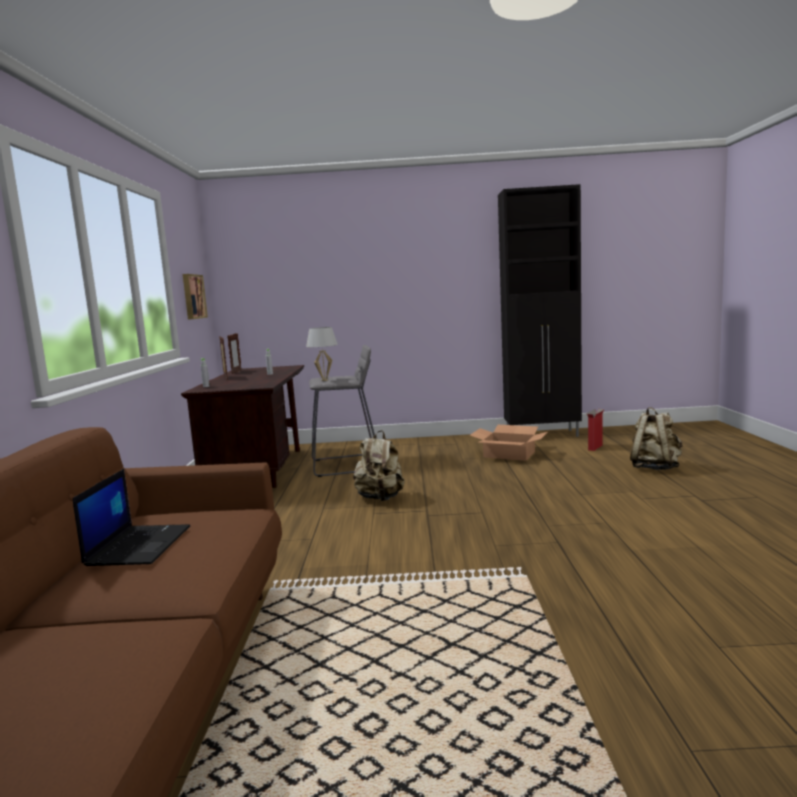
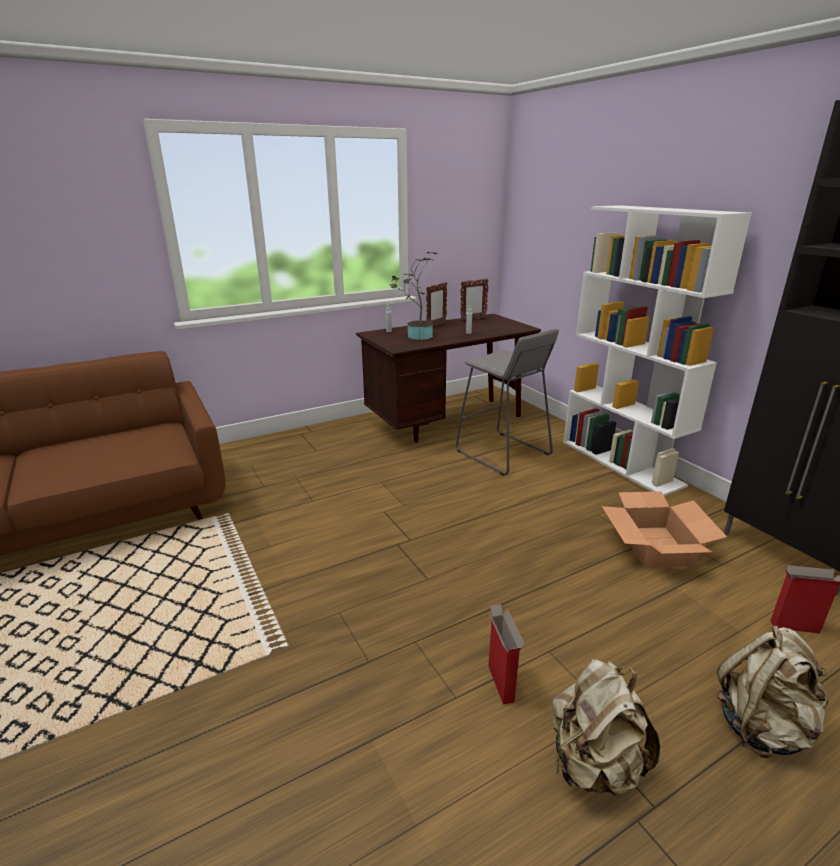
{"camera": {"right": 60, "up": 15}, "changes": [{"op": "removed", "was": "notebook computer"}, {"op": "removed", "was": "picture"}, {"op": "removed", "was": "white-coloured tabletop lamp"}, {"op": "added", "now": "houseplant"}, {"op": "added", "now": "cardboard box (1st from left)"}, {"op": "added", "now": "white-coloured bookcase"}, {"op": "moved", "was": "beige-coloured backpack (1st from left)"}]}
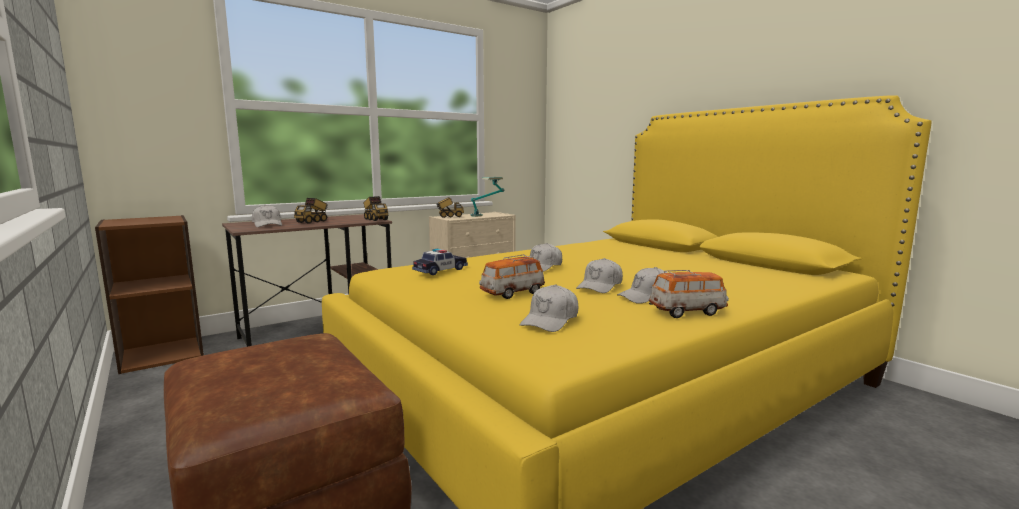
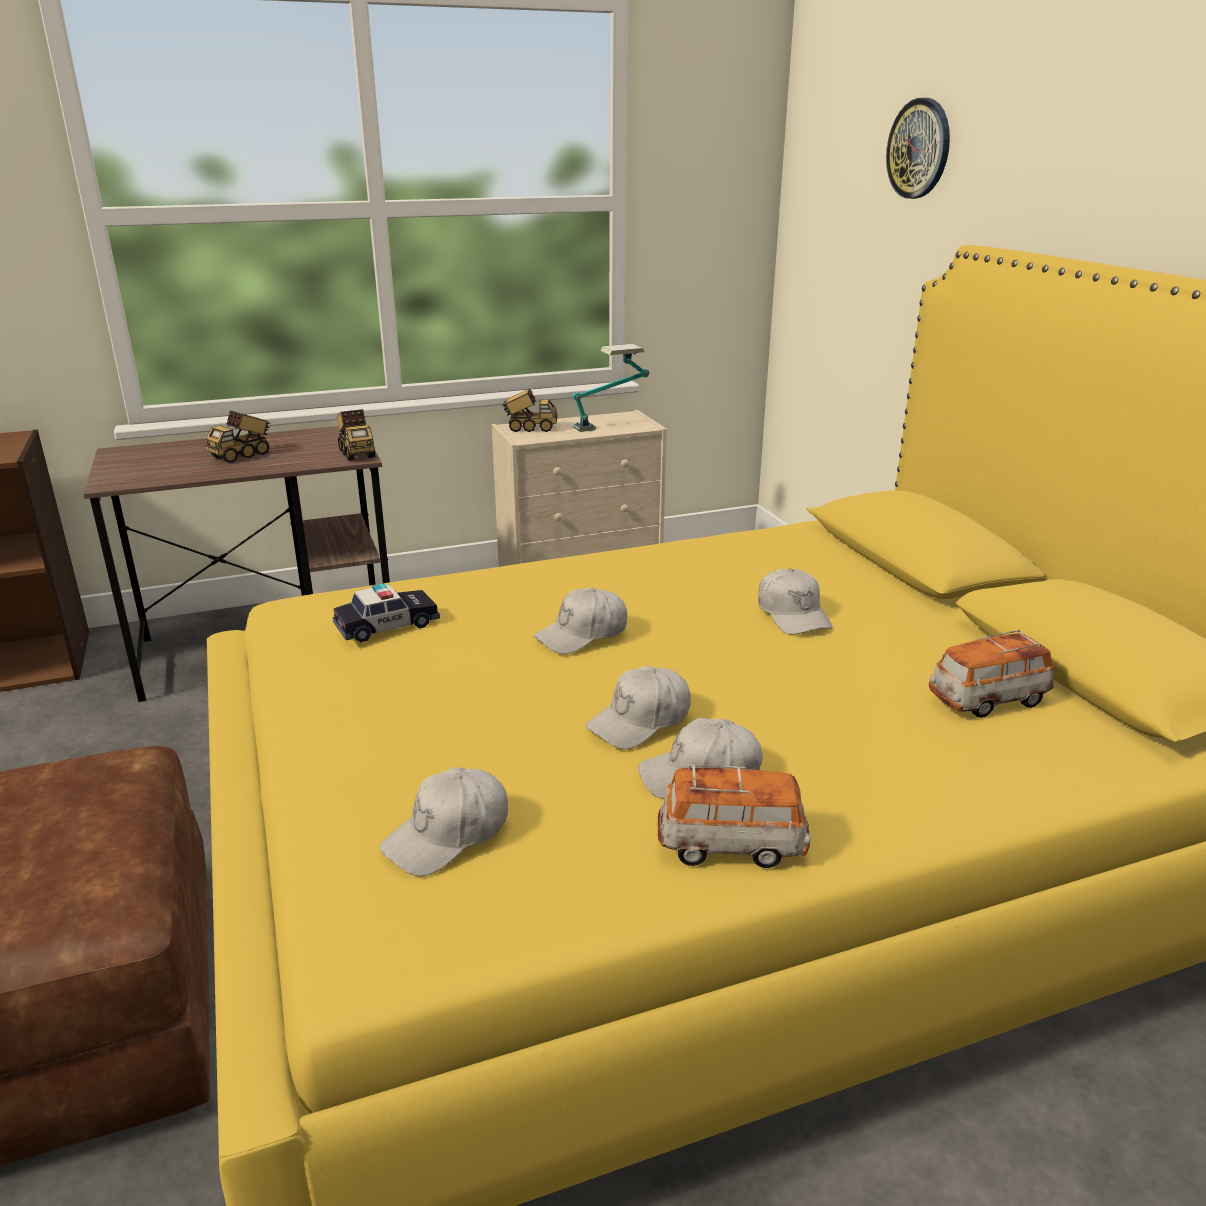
{"camera": {"right": 15, "up": 15}, "changes": [{"op": "added", "now": "hanging clock"}, {"op": "moved", "was": "white-coloured baseball cap (1st from left in the first image)", "now": "white-coloured baseball cap (5th from left)"}, {"op": "moved", "was": "toy car (2nd from left in the first image)", "now": "toy car (3rd from left)"}]}
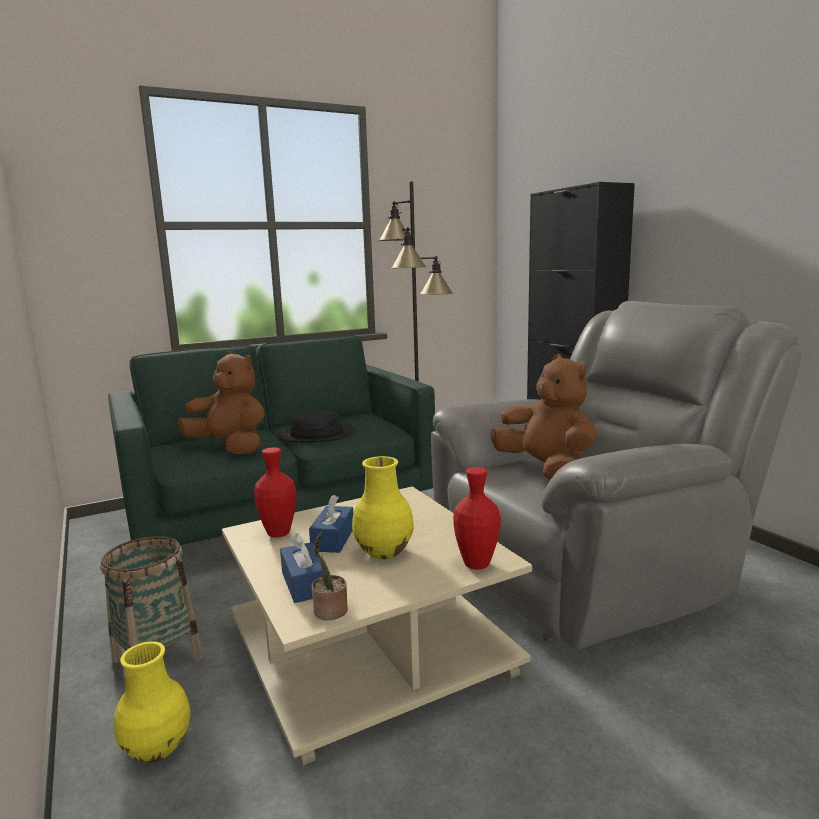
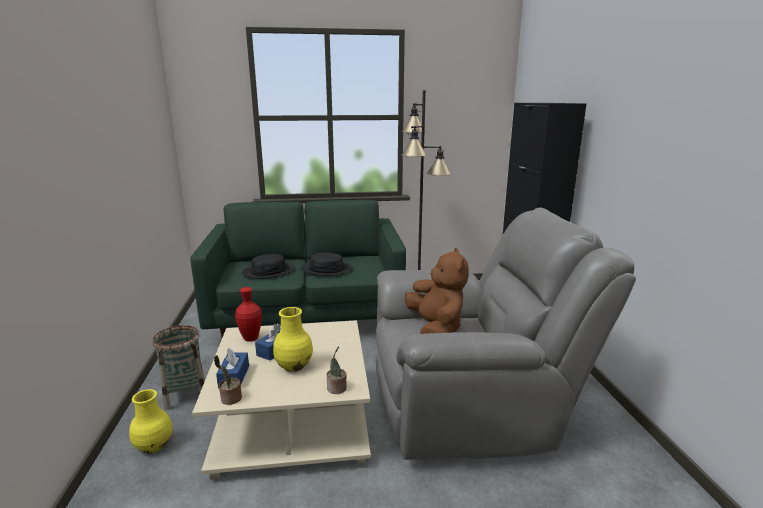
{"camera": {"right": 20, "up": 5}, "changes": [{"op": "replaced", "was": "brown-coloured plush toy (1st from left)", "now": "black-coloured hat (1st from left)"}, {"op": "replaced", "was": "reddish vase (2nd from left)", "now": "houseplant (2nd from left)"}]}
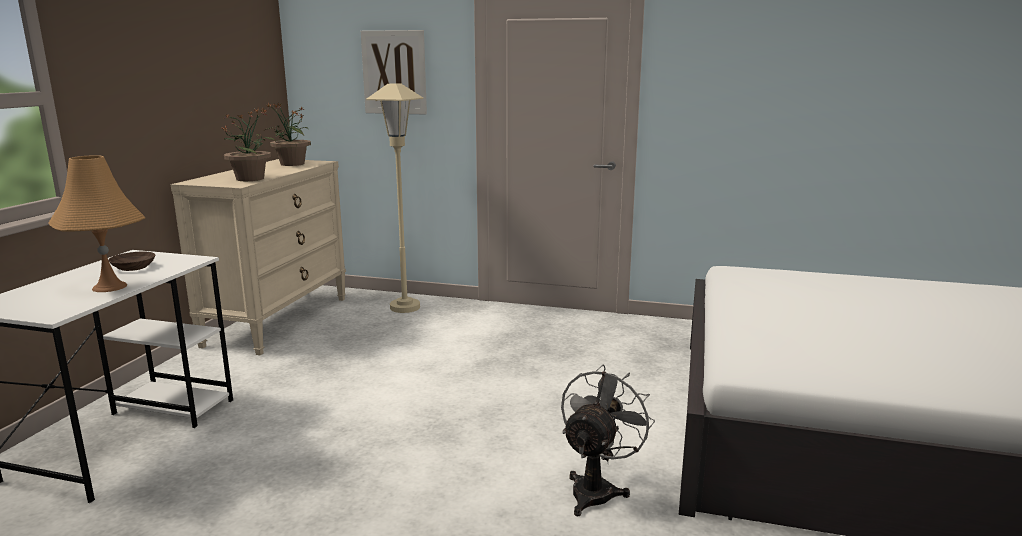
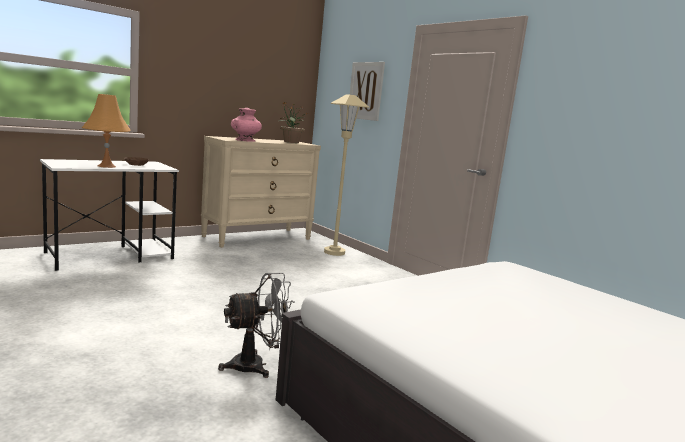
{"camera": {"right": 35, "up": -5}, "changes": [{"op": "replaced", "was": "houseplant (1st from left)", "now": "pinkish vase"}]}
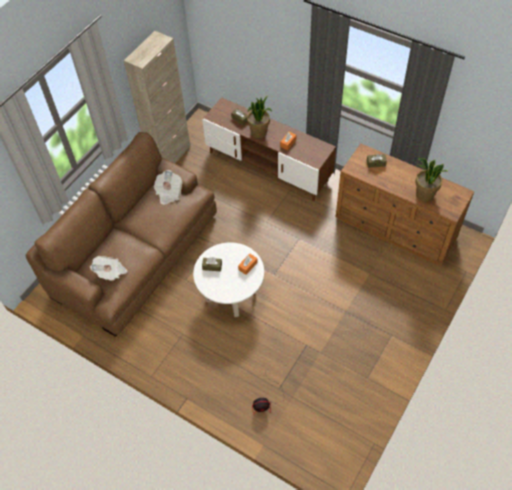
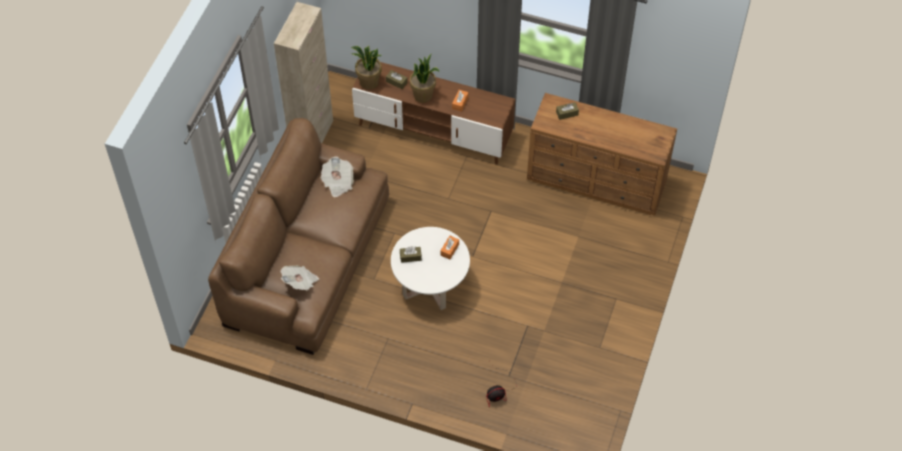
{"camera": {"right": -15, "up": 0}, "changes": [{"op": "moved", "was": "houseplant (2nd from left in the first image)", "now": "houseplant (1st from left)"}]}
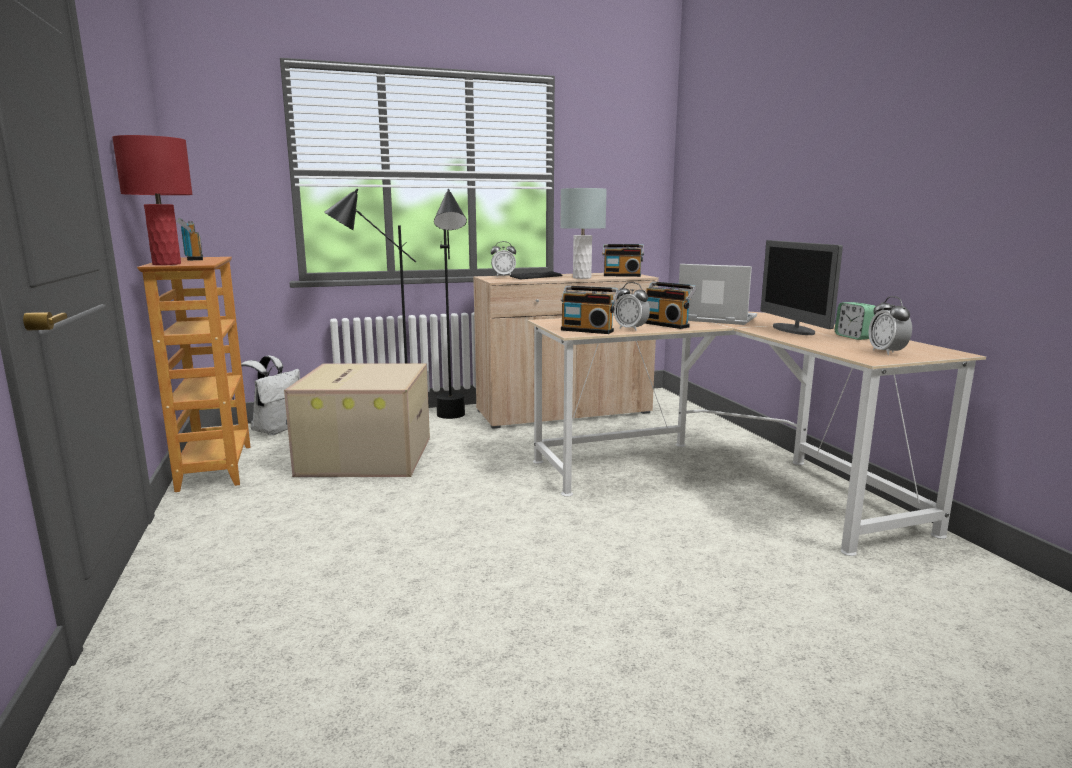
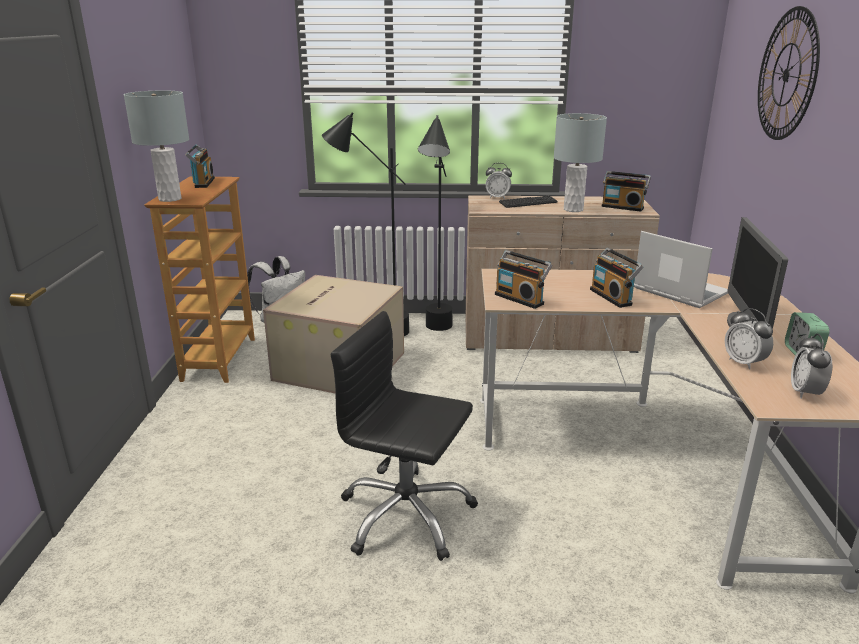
{"camera": {"right": 20, "up": 10}, "changes": [{"op": "added", "now": "black-coloured desk chair"}, {"op": "added", "now": "hanging clock"}, {"op": "moved", "was": "alarm clock (2nd from left)"}, {"op": "recoloured", "was": "reddish tabletop lamp", "now": "grey tabletop lamp (1st from left)"}]}
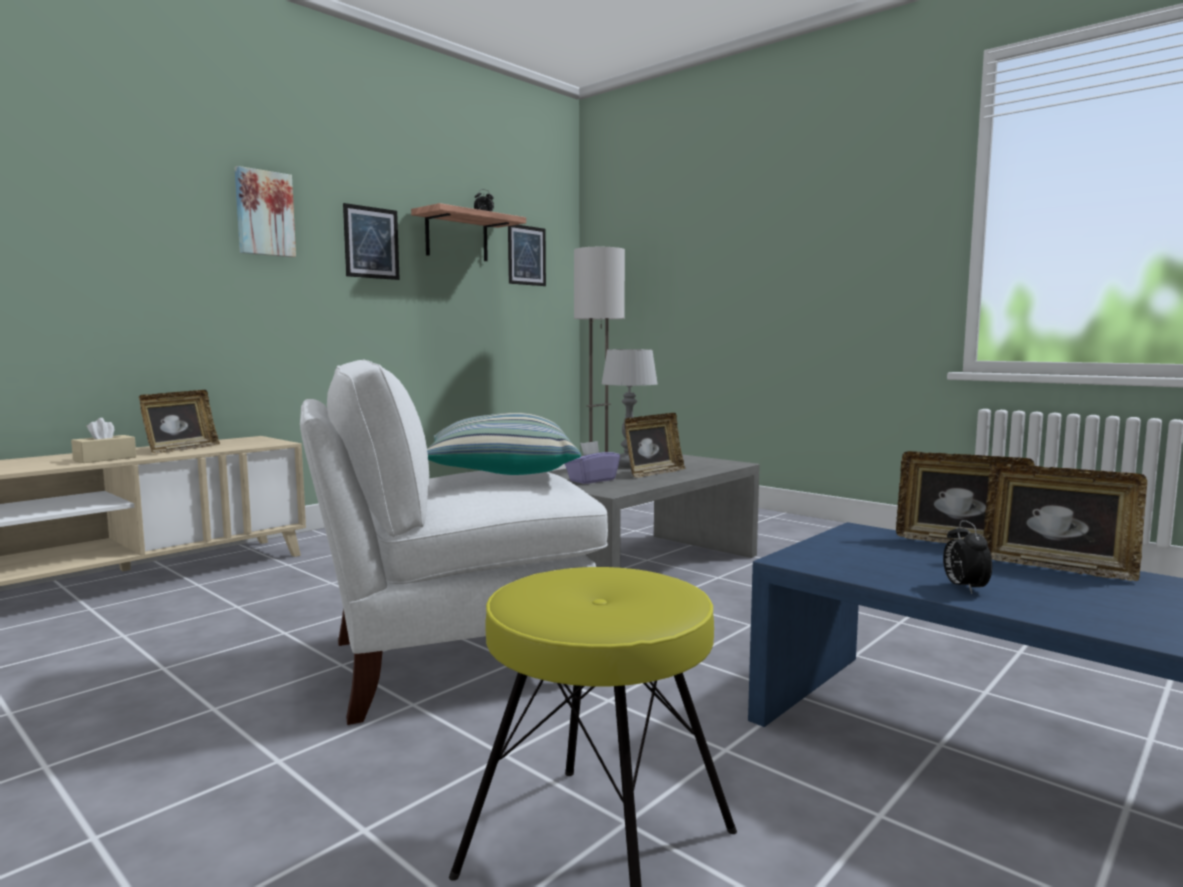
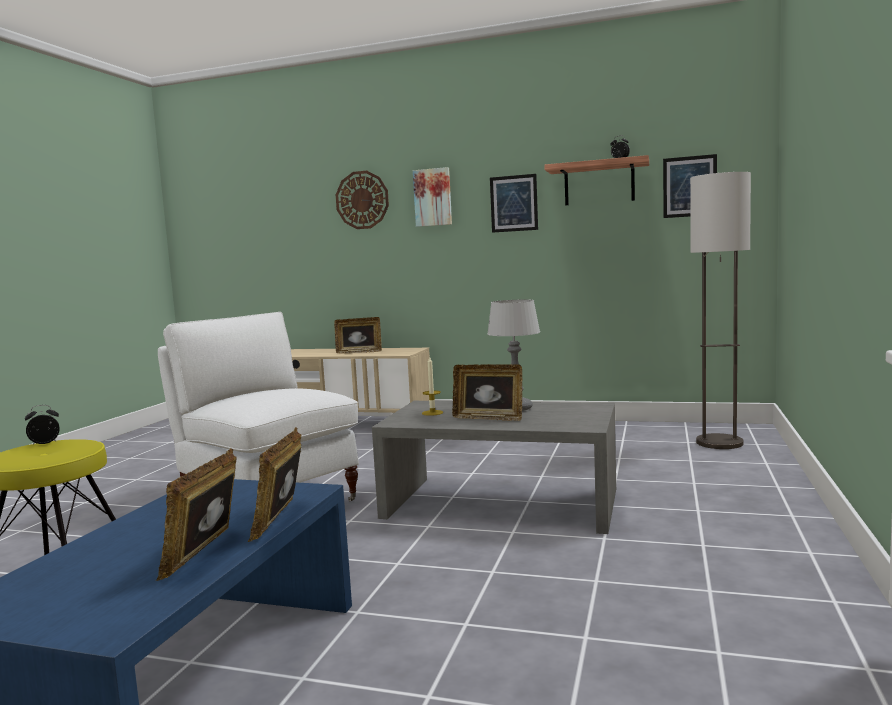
{"camera": {"right": 65, "up": 0}, "changes": [{"op": "removed", "was": "beige-coloured tissue box"}, {"op": "removed", "was": "throw pillow"}, {"op": "added", "now": "hanging clock"}, {"op": "moved", "was": "alarm clock (2nd from left in the first image)", "now": "alarm clock (1st from left)"}, {"op": "replaced", "was": "purple tissue box", "now": "wax candle"}]}
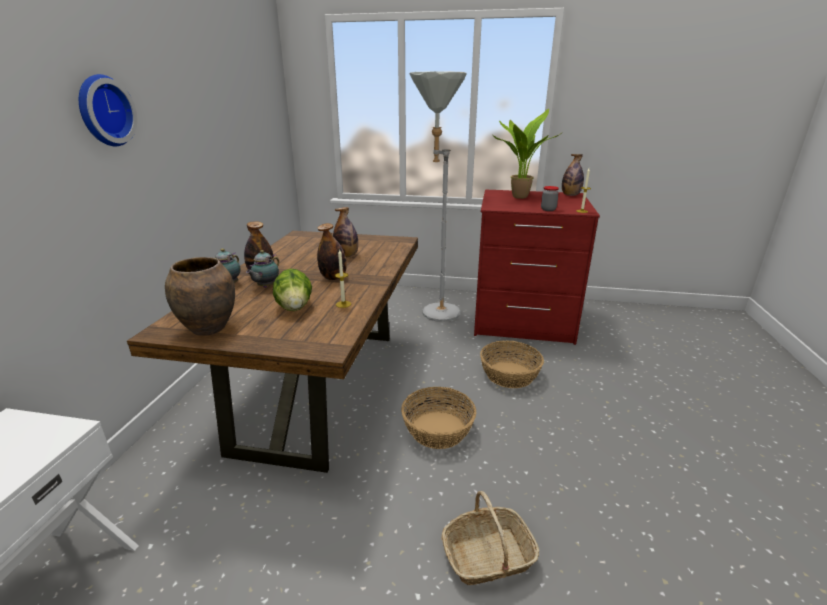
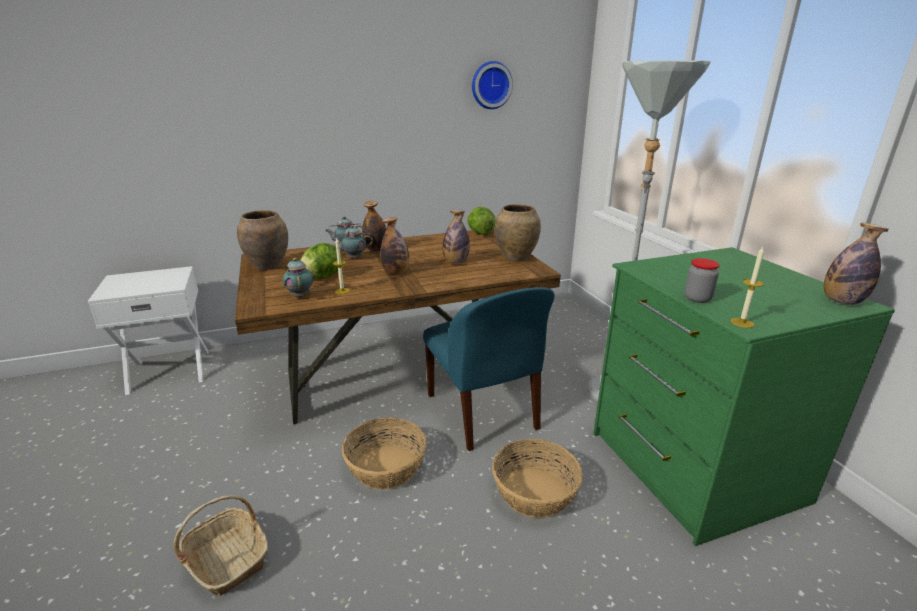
{"camera": {"right": 60, "up": 0}, "changes": [{"op": "removed", "was": "houseplant"}, {"op": "added", "now": "tea pot (1st from left)"}, {"op": "added", "now": "blue chair"}, {"op": "added", "now": "lettuce (2nd from left)"}, {"op": "added", "now": "brown-coloured vase (2nd from left)"}, {"op": "moved", "was": "hanging clock"}, {"op": "recoloured", "was": "reddish drawer chest", "now": "green drawer chest"}]}
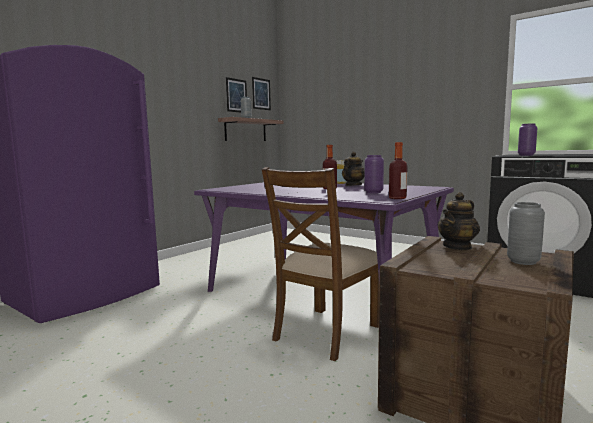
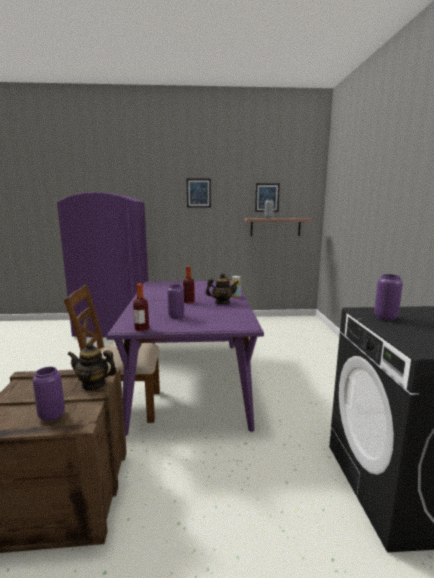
{"camera": {"right": 50, "up": 5}, "changes": [{"op": "moved", "was": "picture (2nd from left in the first image)", "now": "picture (1st from left)"}, {"op": "recoloured", "was": "grey vase (2nd from left)", "now": "purple vase (1st from left)"}]}
